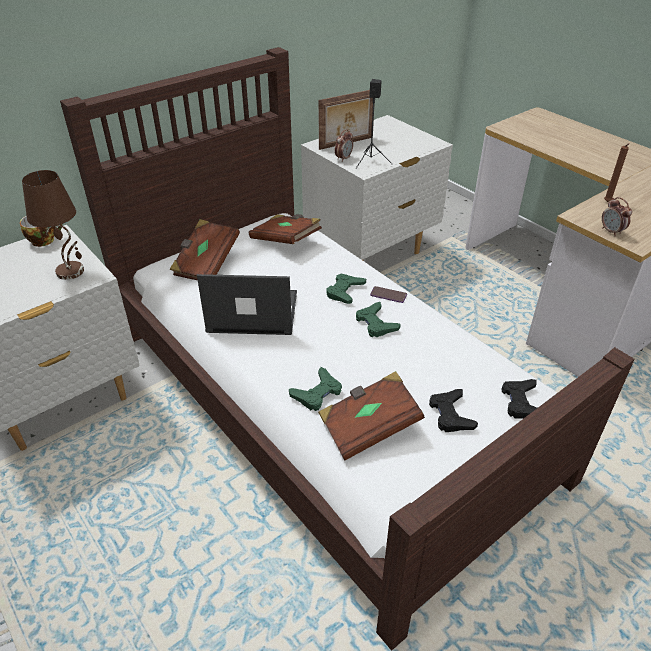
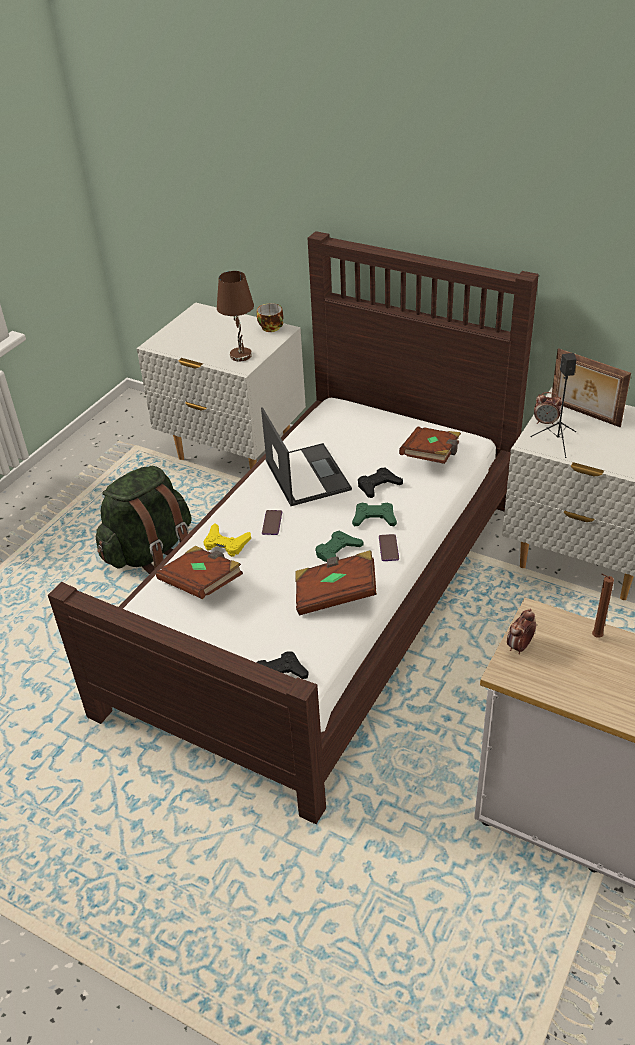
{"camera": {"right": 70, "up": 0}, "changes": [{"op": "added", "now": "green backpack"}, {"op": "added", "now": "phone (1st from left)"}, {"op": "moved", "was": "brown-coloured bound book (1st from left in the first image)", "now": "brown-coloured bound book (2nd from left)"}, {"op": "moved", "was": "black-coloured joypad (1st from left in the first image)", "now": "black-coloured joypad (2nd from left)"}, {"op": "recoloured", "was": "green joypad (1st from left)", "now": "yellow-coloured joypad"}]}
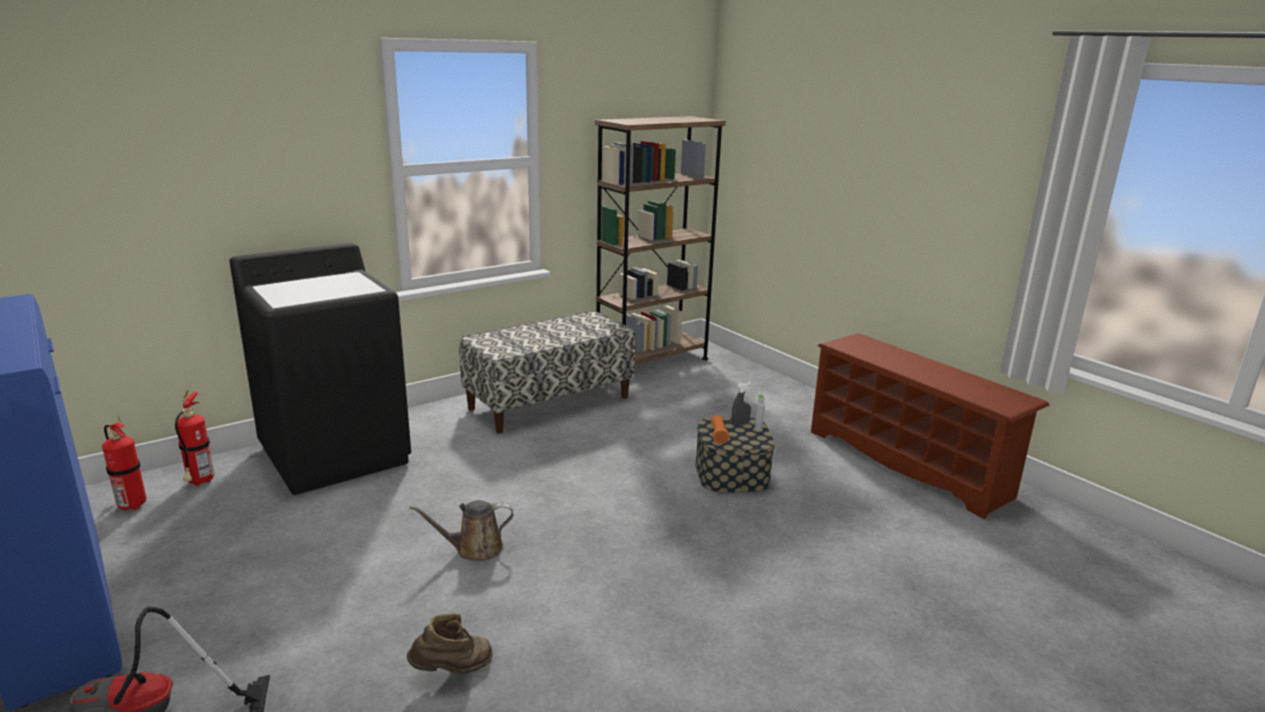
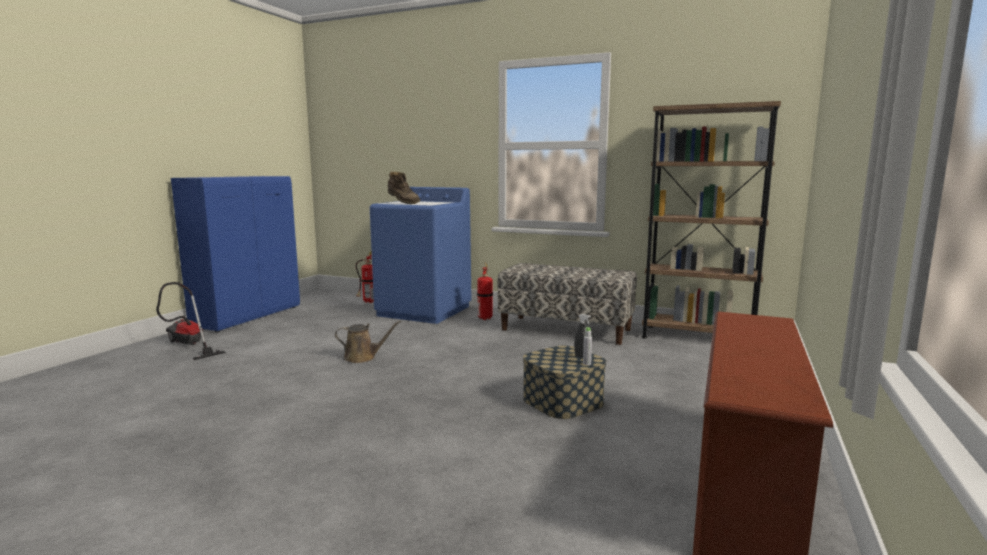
{"camera": {"right": 60, "up": -10}, "changes": [{"op": "removed", "was": "orangey torch"}, {"op": "moved", "was": "extinguisher (1st from left in the first image)", "now": "extinguisher (2nd from left)"}, {"op": "moved", "was": "brown-coloured high-top boot"}, {"op": "recoloured", "was": "black-coloured laundry machine", "now": "blue laundry machine"}, {"op": "turned", "was": "brown-coloured sprinkling can", "clockwise": 135}]}
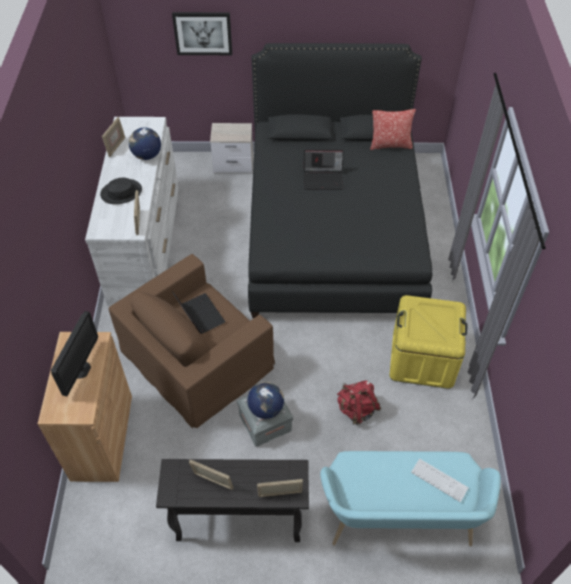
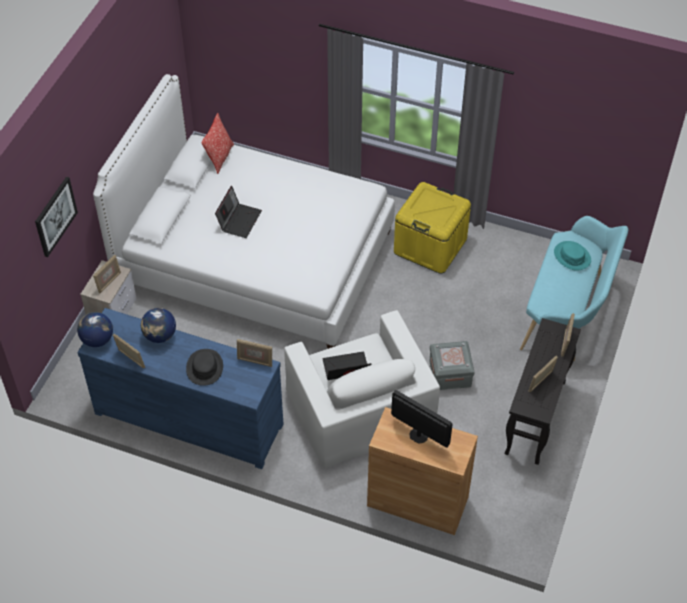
{"camera": {"right": -70, "up": 0}, "changes": [{"op": "removed", "was": "reddish backpack"}, {"op": "added", "now": "picture frame (1st from left)"}, {"op": "moved", "was": "world globe (2nd from left in the first image)", "now": "world globe (1st from left)"}, {"op": "replaced", "was": "keyboard", "now": "turquoise hat"}, {"op": "recoloured", "was": "white-coloured drawer chest", "now": "blue drawer chest"}, {"op": "recoloured", "was": "brown-coloured armchair", "now": "white-coloured armchair"}, {"op": "recoloured", "was": "black-coloured sleeping bed", "now": "white-coloured sleeping bed"}]}
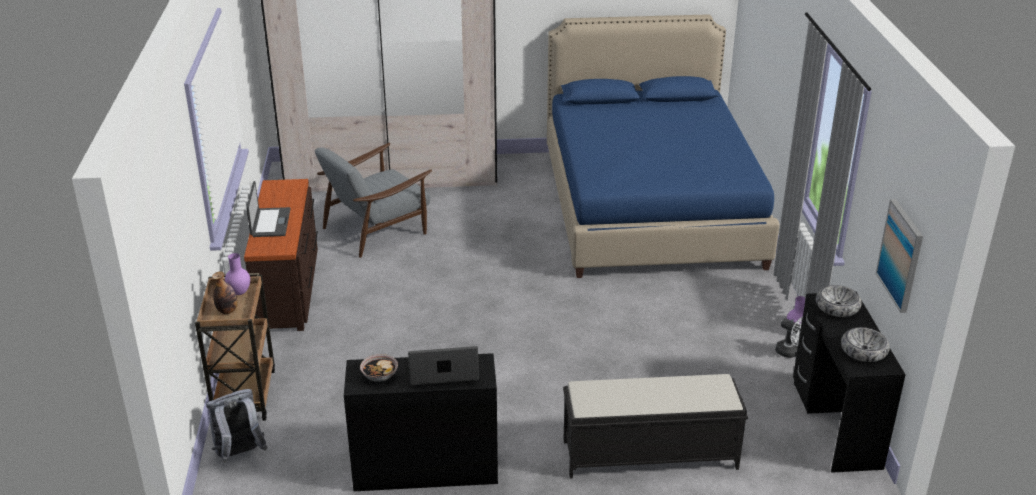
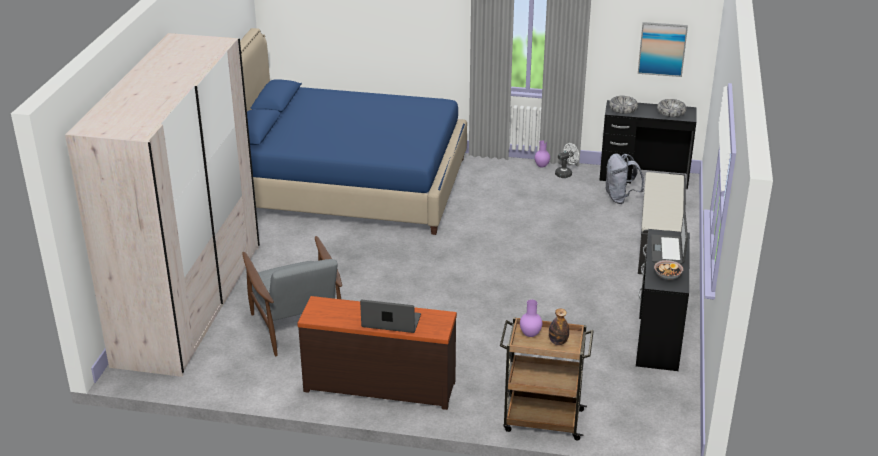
{"camera": {"right": -75, "up": 0}, "changes": [{"op": "moved", "was": "grey backpack"}]}
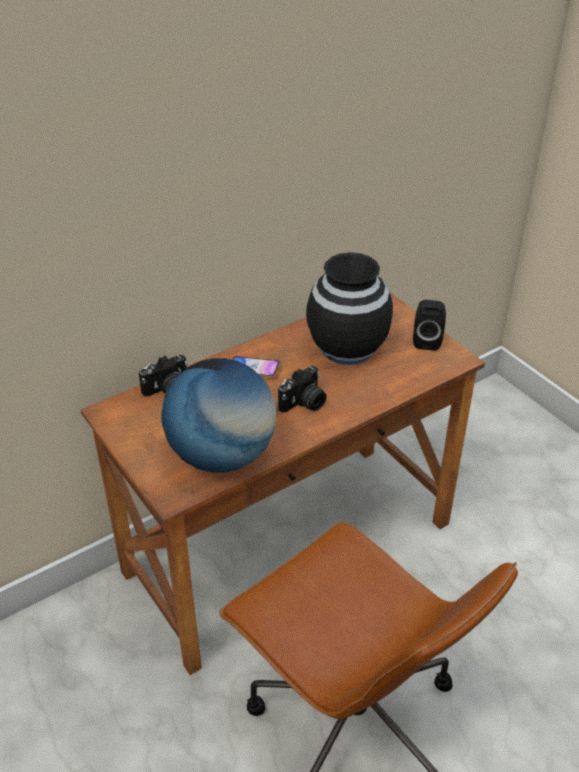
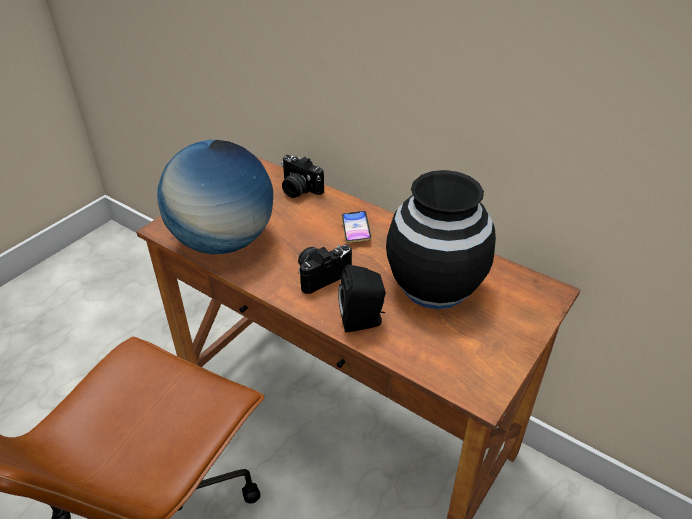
{"camera": {"right": 70, "up": 0}, "changes": [{"op": "moved", "was": "black-coloured loudspeaker"}, {"op": "turned", "was": "photo camera (2nd from left)", "clockwise": 120}]}
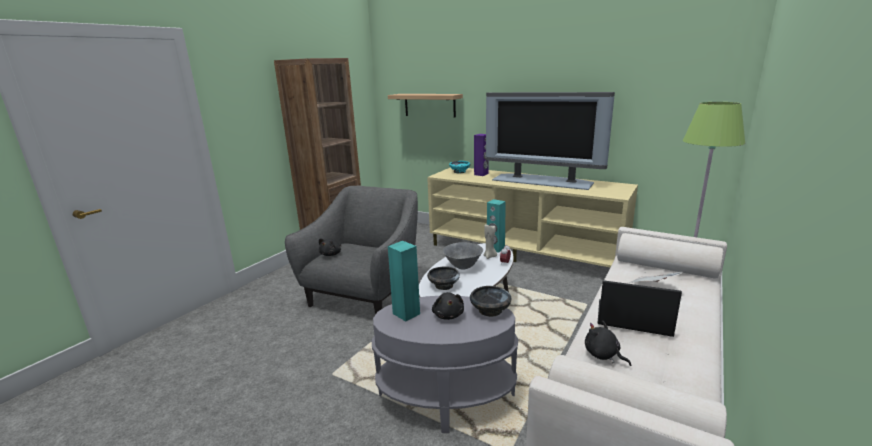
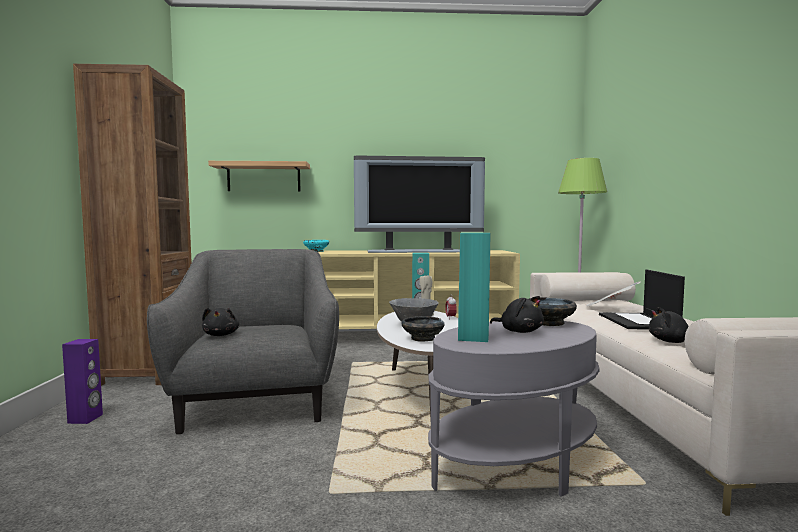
{"camera": {"right": -35, "up": -15}, "changes": [{"op": "moved", "was": "purple loudspeaker"}, {"op": "turned", "was": "notebook computer", "clockwise": -75}]}
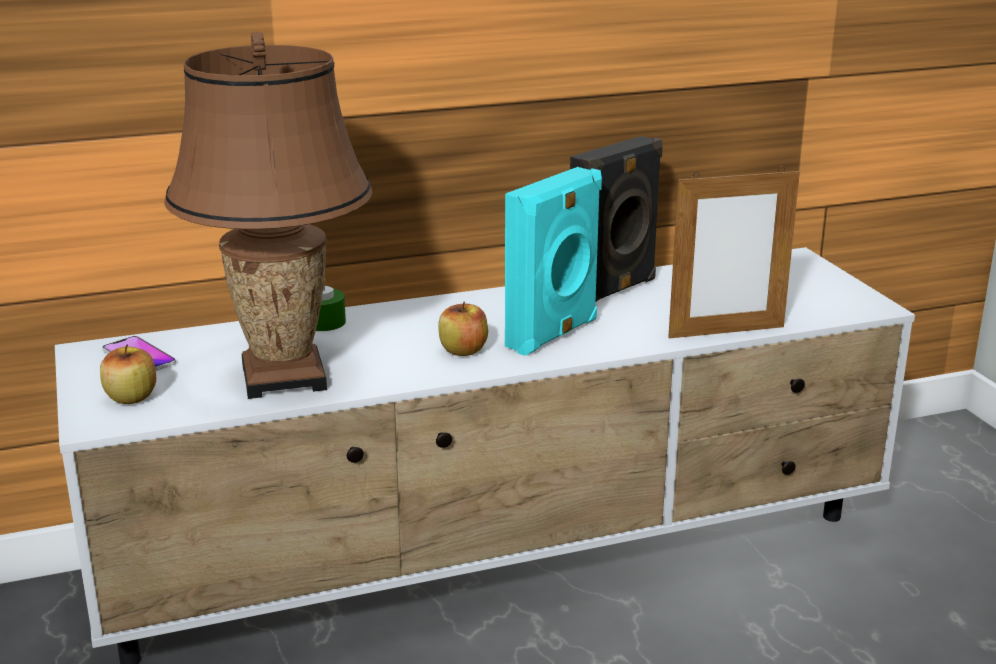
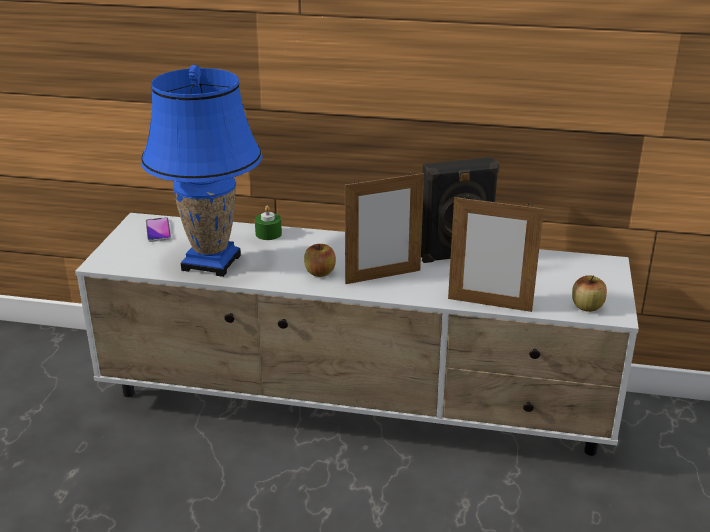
{"camera": {"right": 30, "up": 5}, "changes": [{"op": "moved", "was": "apple (1st from left in the first image)", "now": "apple (2nd from left)"}, {"op": "replaced", "was": "turquoise loudspeaker", "now": "picture frame (1st from left)"}, {"op": "recoloured", "was": "brown-coloured tabletop lamp", "now": "blue tabletop lamp"}]}
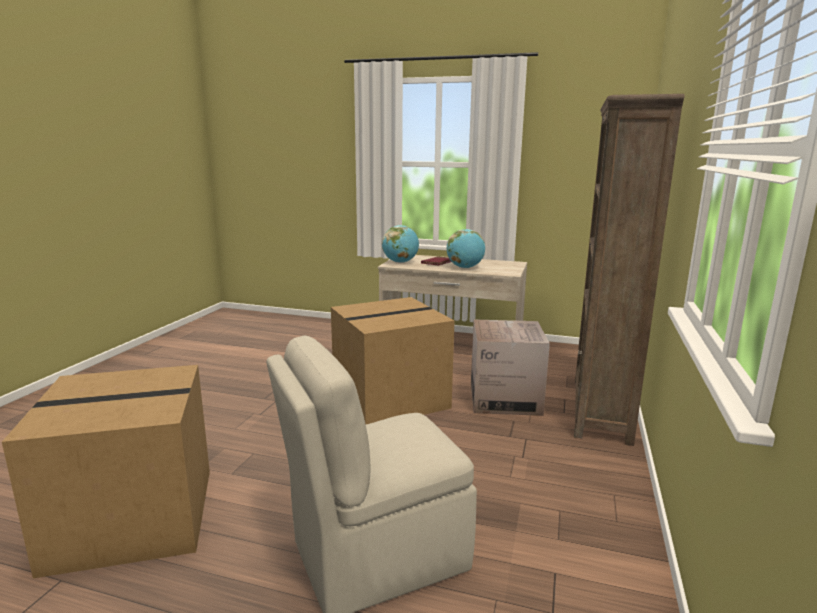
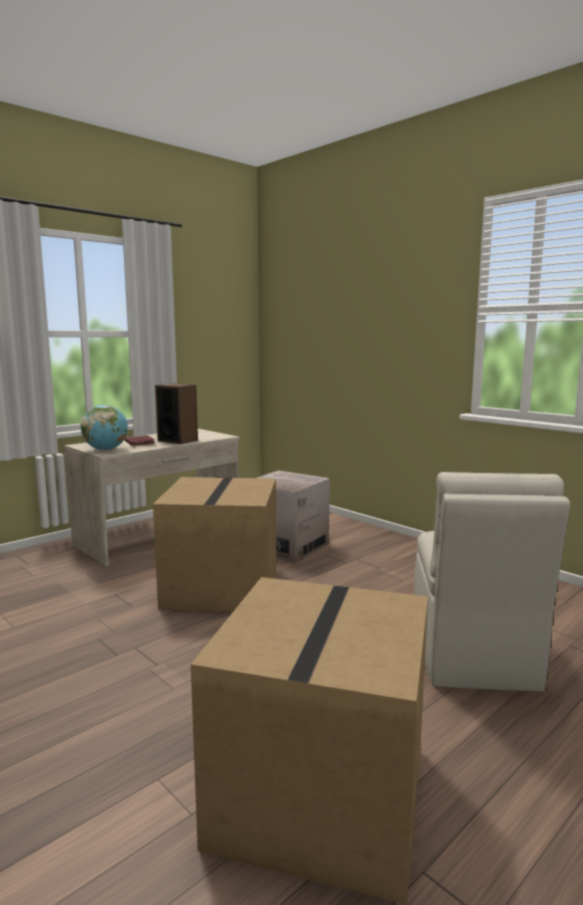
{"camera": {"right": -60, "up": -5}, "changes": [{"op": "removed", "was": "brown-coloured bookcase"}, {"op": "replaced", "was": "world globe (2nd from left)", "now": "loudspeaker"}]}
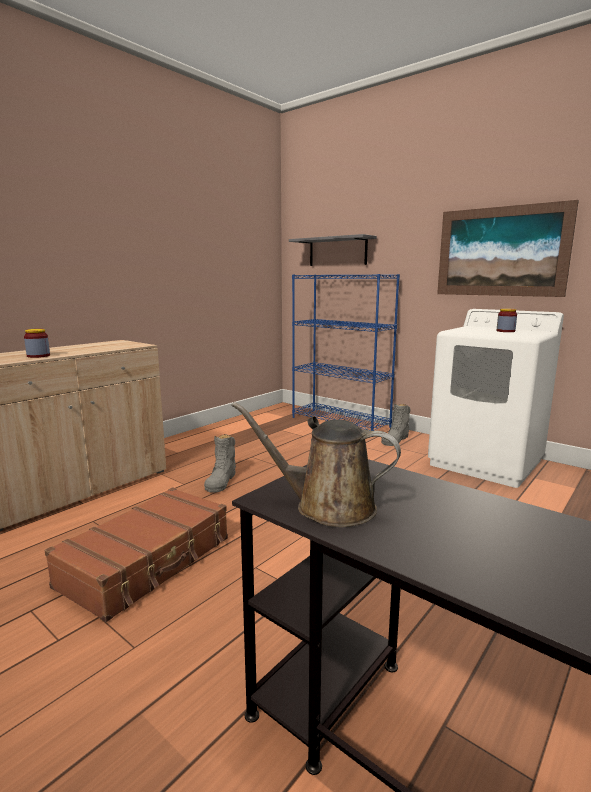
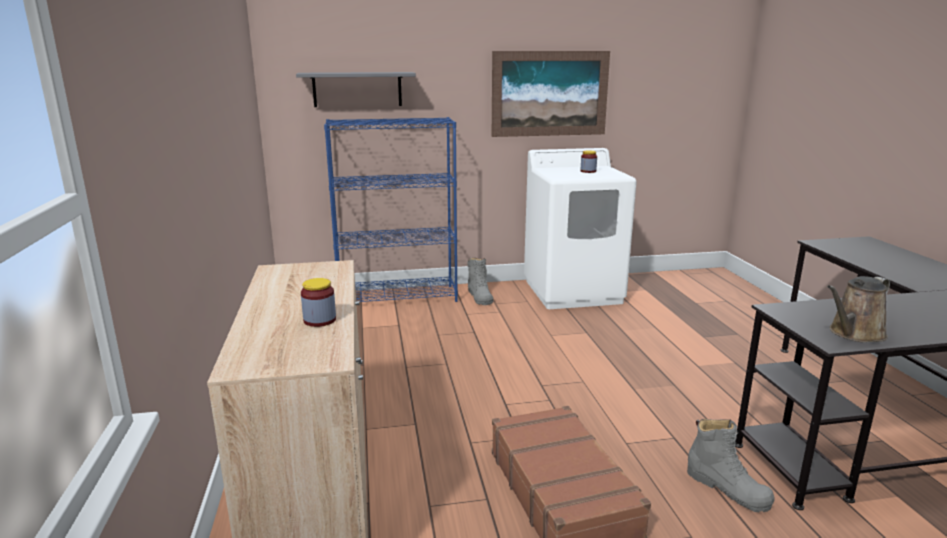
{"camera": {"right": -50, "up": 5}, "changes": [{"op": "moved", "was": "grey high-top boot (1st from left in the first image)", "now": "grey high-top boot (2nd from left)"}]}
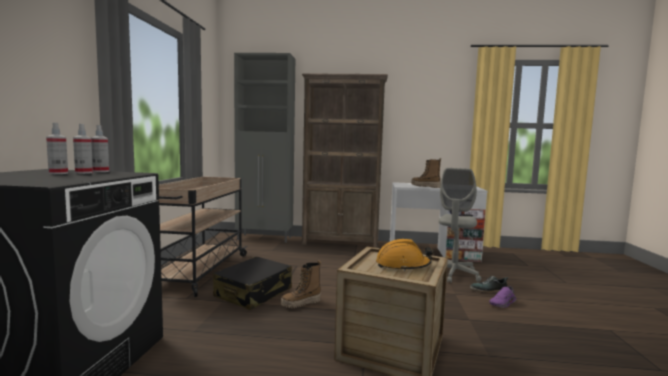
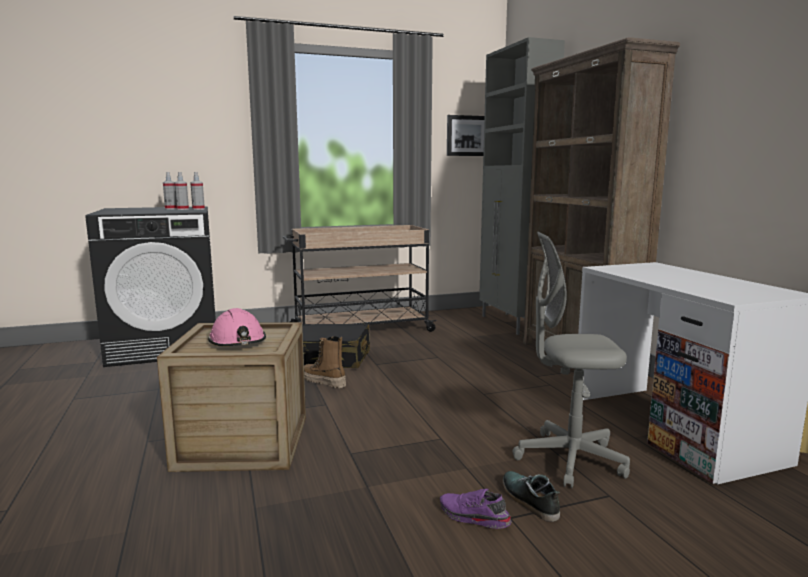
{"camera": {"right": 65, "up": 5}, "changes": [{"op": "removed", "was": "high-top boot (2nd from left)"}, {"op": "added", "now": "picture"}, {"op": "recoloured", "was": "orangey hard hat", "now": "pinkish hard hat"}]}
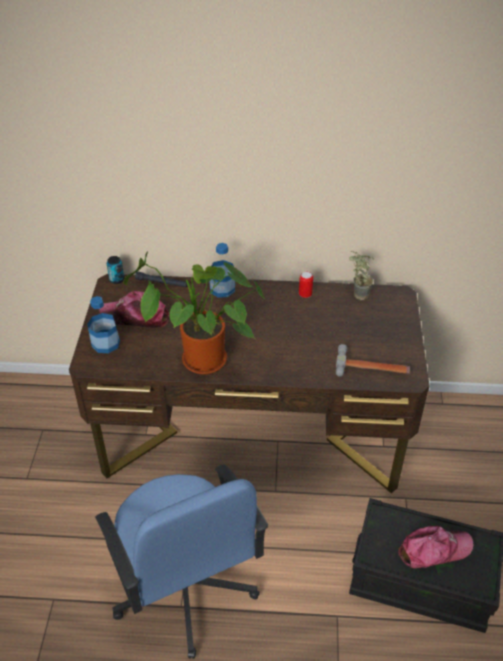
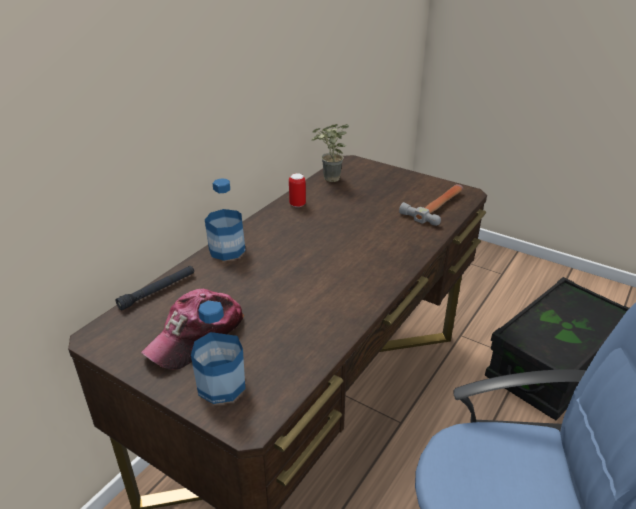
{"camera": {"right": -60, "up": -10}, "changes": [{"op": "removed", "was": "metal can (1st from left)"}, {"op": "removed", "was": "houseplant (1st from left)"}, {"op": "removed", "was": "baseball cap (2nd from left)"}]}
